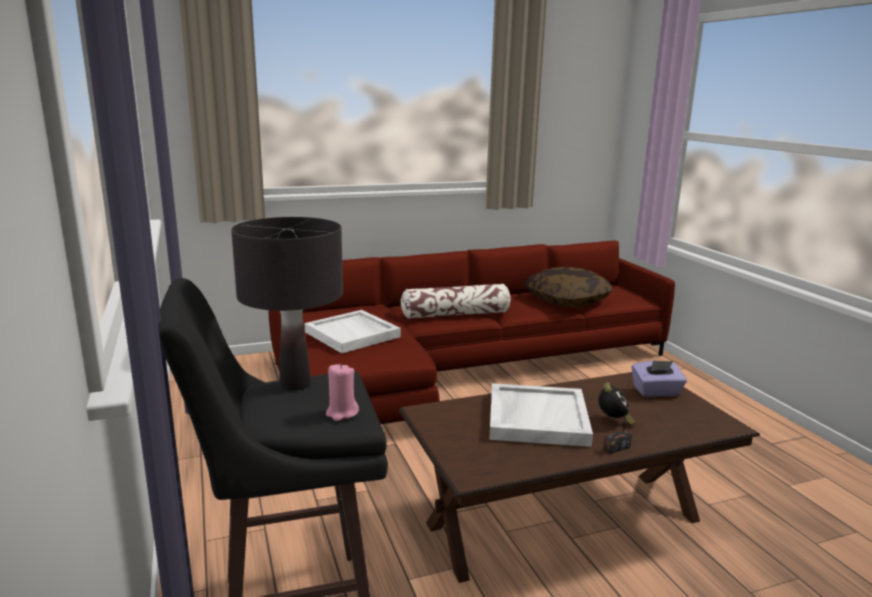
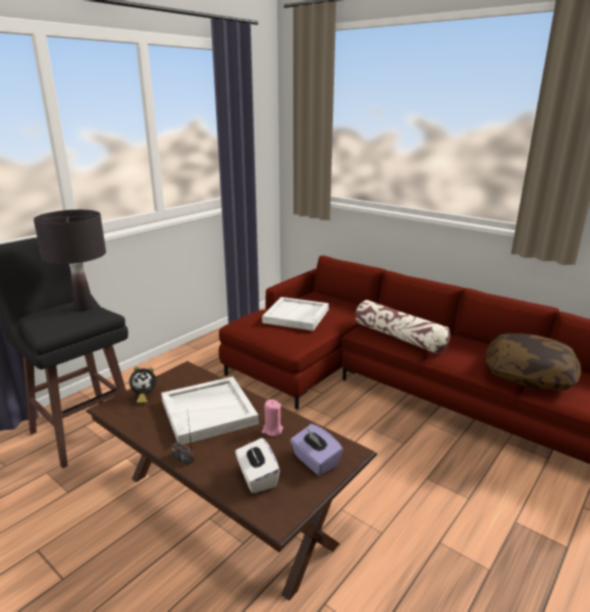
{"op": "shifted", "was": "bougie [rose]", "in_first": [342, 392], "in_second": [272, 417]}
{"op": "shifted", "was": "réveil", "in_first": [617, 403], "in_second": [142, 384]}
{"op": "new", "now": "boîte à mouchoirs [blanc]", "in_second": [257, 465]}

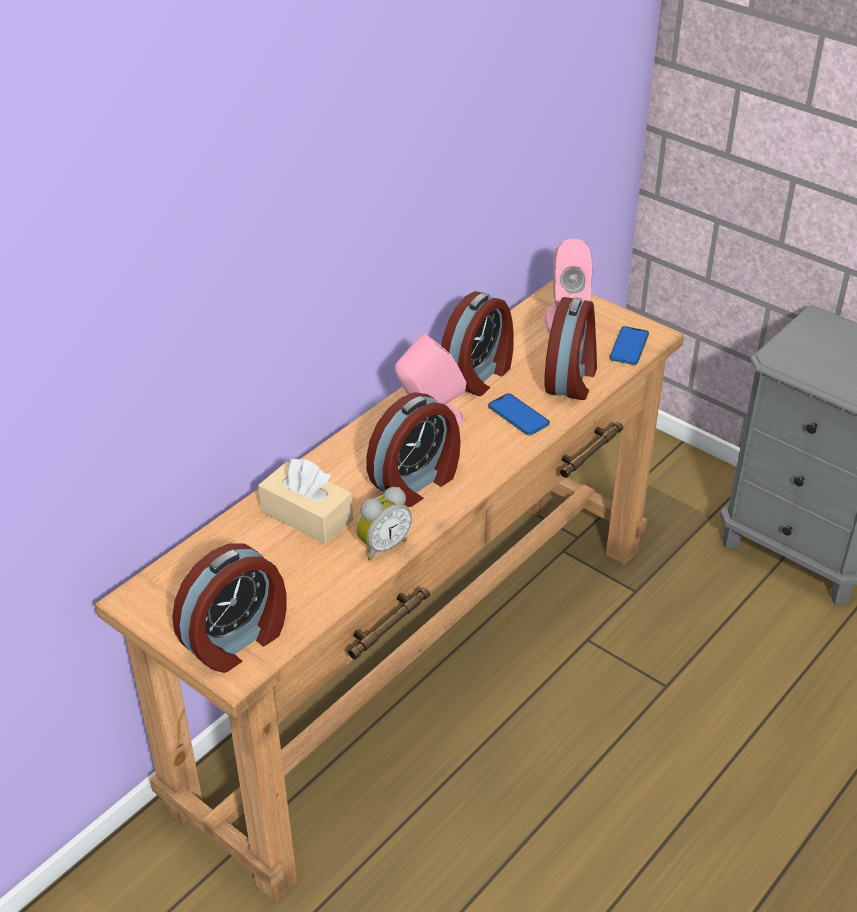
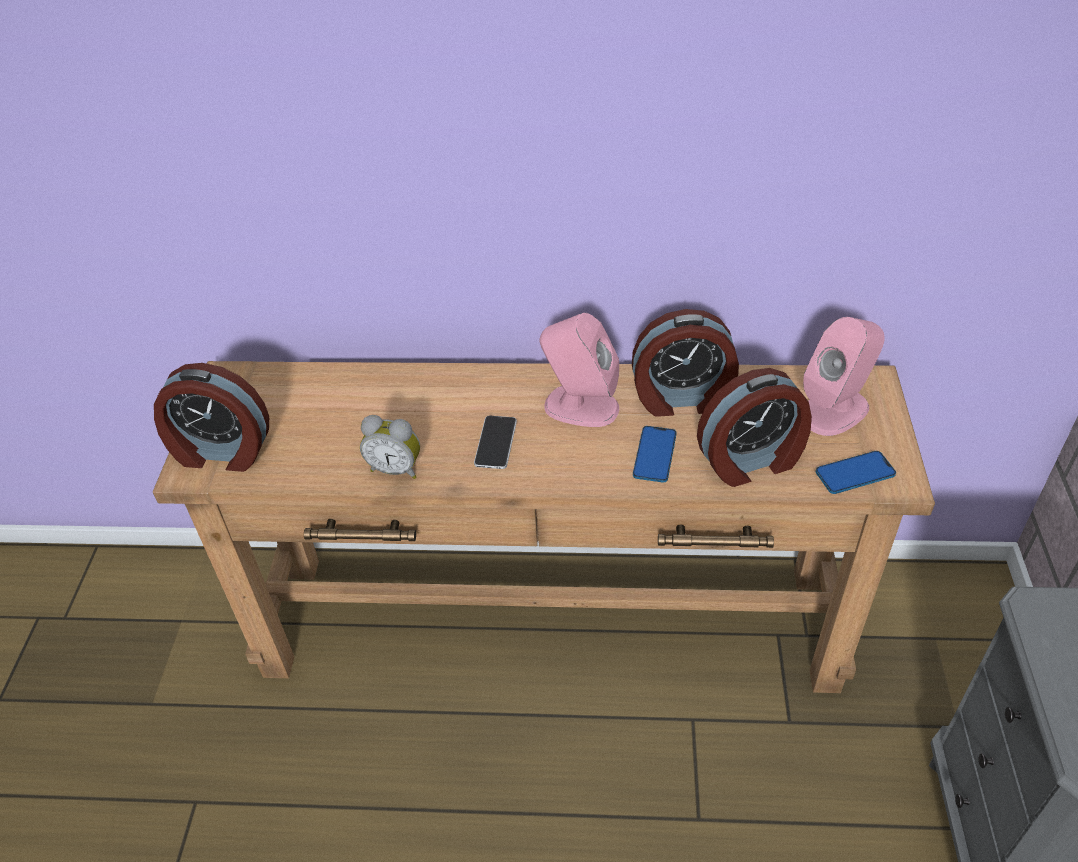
{"op": "gone", "was": "boîte à mouchoirs [beige]", "in_first": [305, 501]}
{"op": "swapped", "was": "réveil", "now": "téléphone", "in_first": [413, 449], "in_second": [495, 442]}

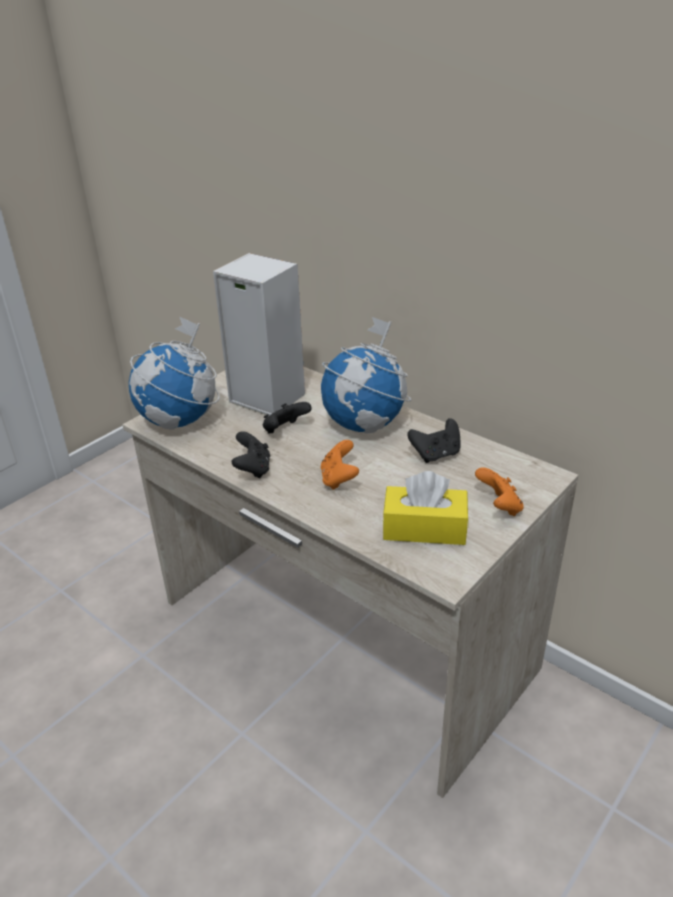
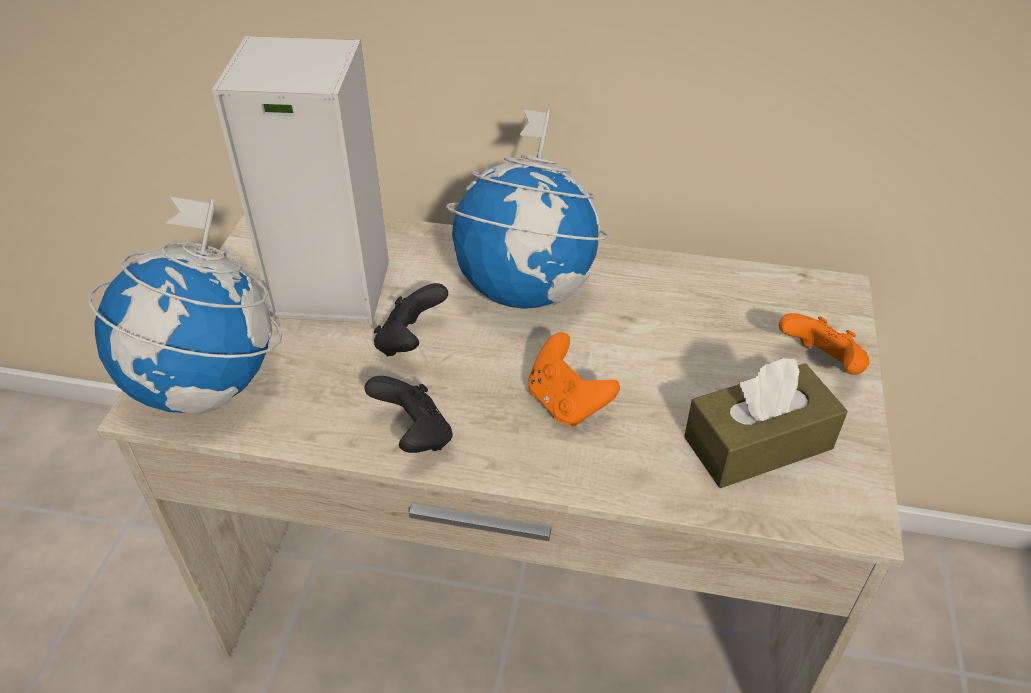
{"op": "repainted", "was": "boîte à mouchoirs [jaune]", "now": "boîte à mouchoirs [marron]", "in_first": [425, 508], "in_second": [766, 423]}
{"op": "gone", "was": "manette [noir]", "in_first": [434, 440]}

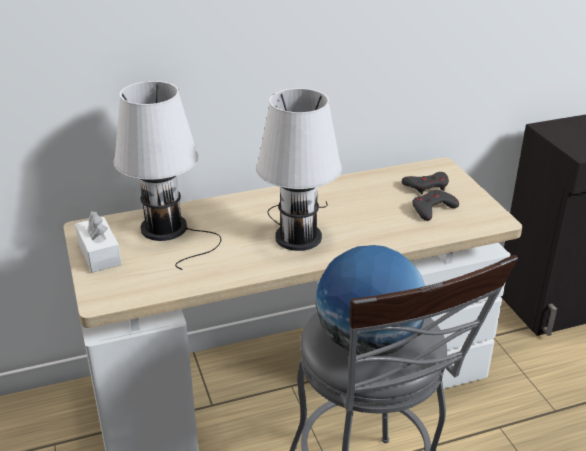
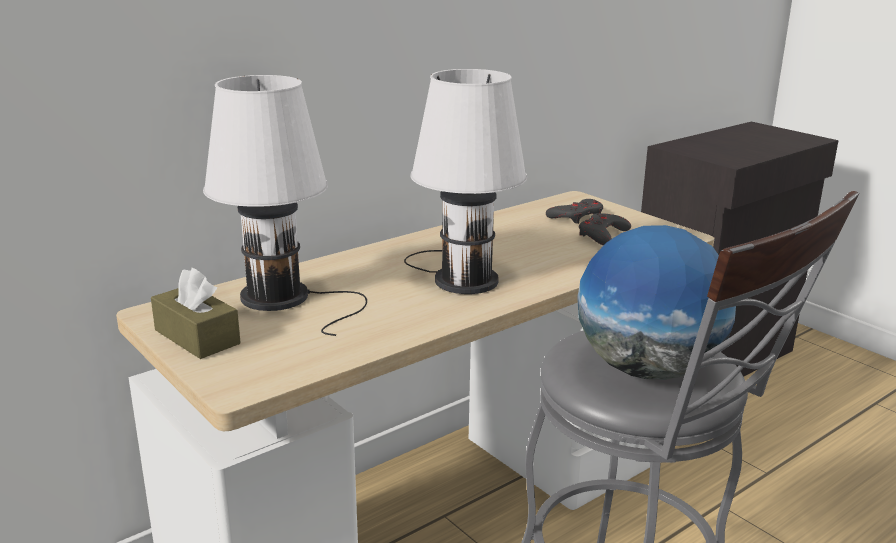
{"op": "repainted", "was": "boîte à mouchoirs [blanc]", "now": "boîte à mouchoirs [marron]", "in_first": [98, 241], "in_second": [196, 313]}

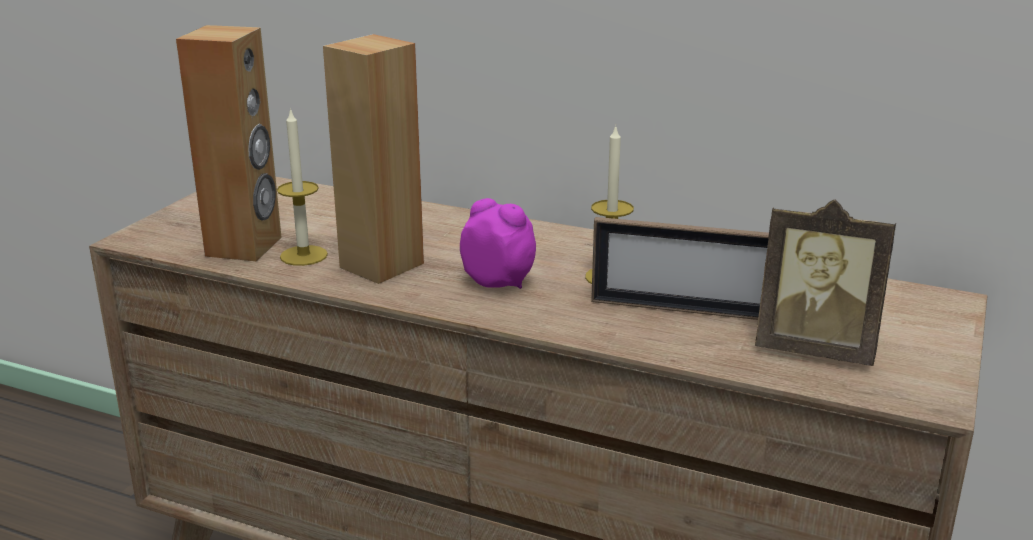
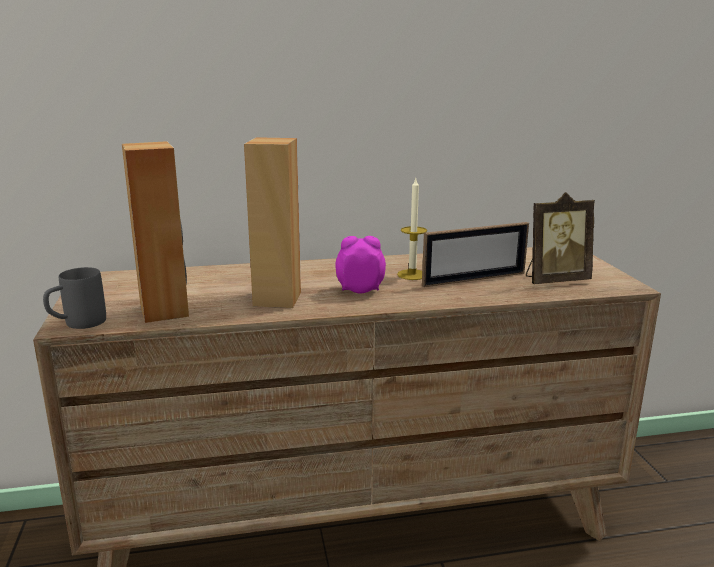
{"op": "gone", "was": "bougie", "in_first": [302, 187]}
{"op": "new", "now": "mug [gris]", "in_second": [74, 298]}

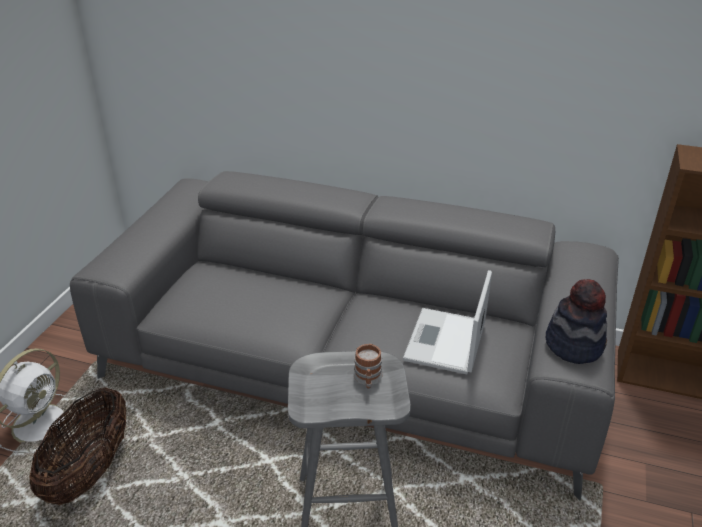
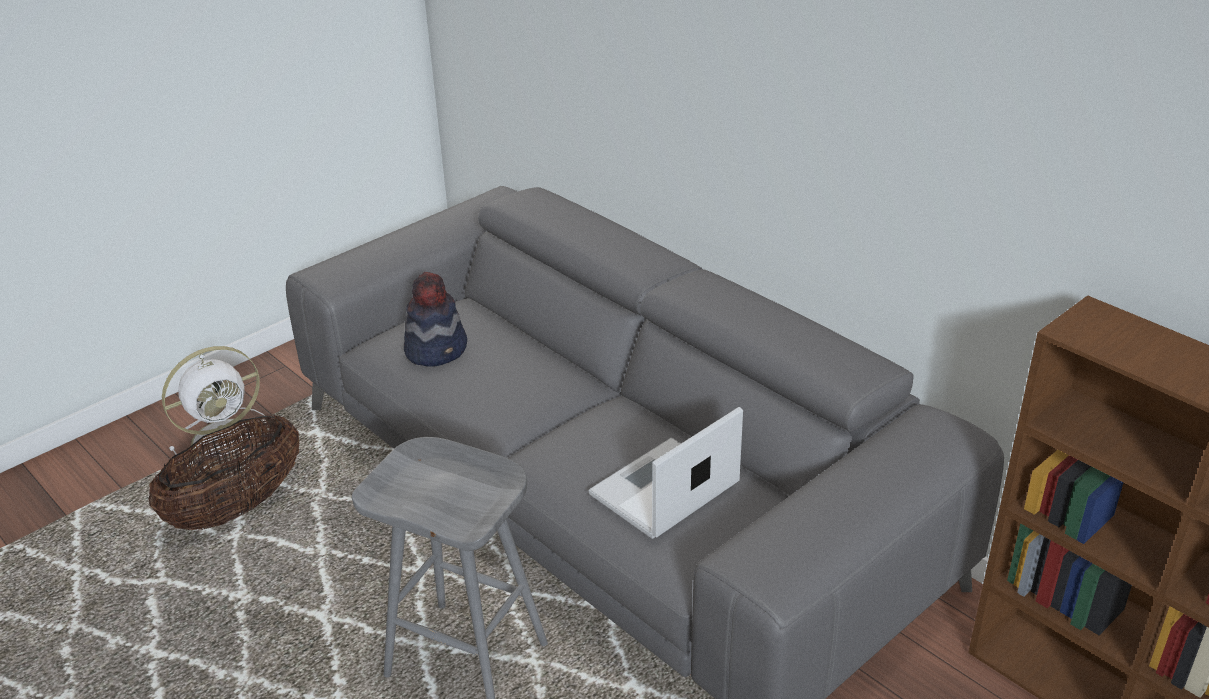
{"op": "gone", "was": "mug", "in_first": [368, 366]}
{"op": "shifted", "was": "chapeau", "in_first": [576, 321], "in_second": [435, 319]}

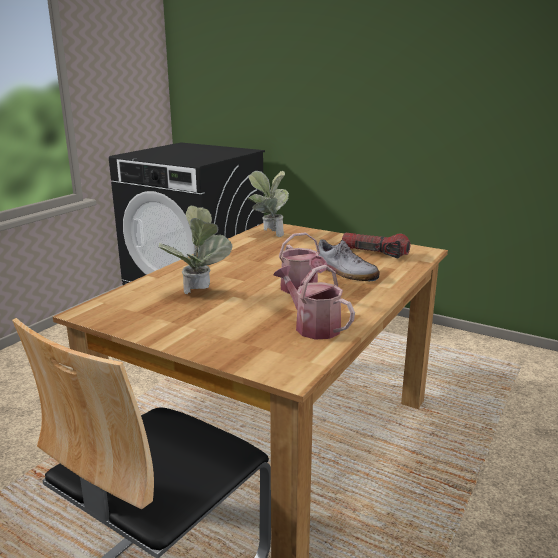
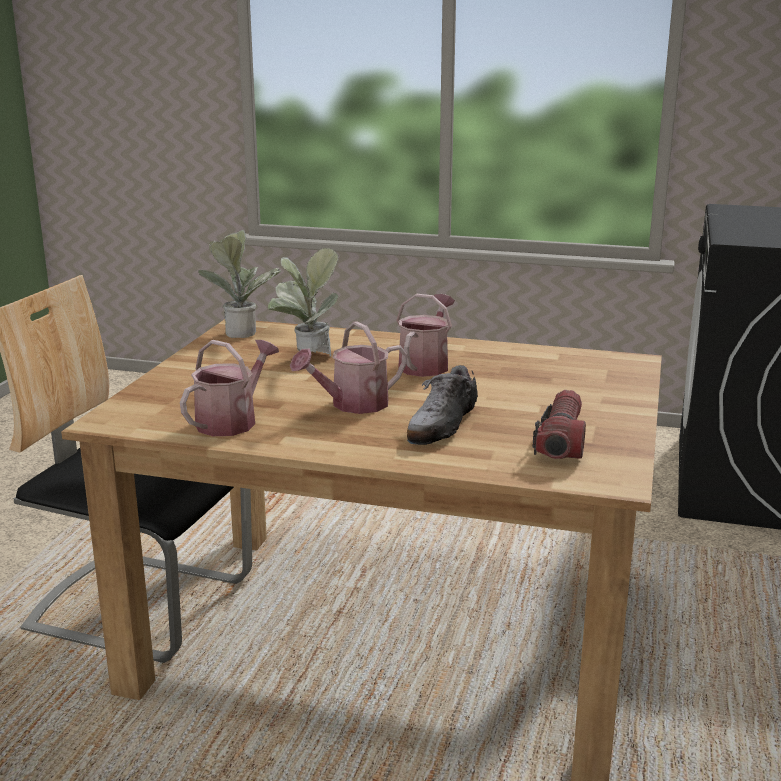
{"op": "shifted", "was": "plante en pot", "in_first": [268, 204], "in_second": [239, 284]}
{"op": "new", "now": "arrosoir", "in_second": [425, 335]}

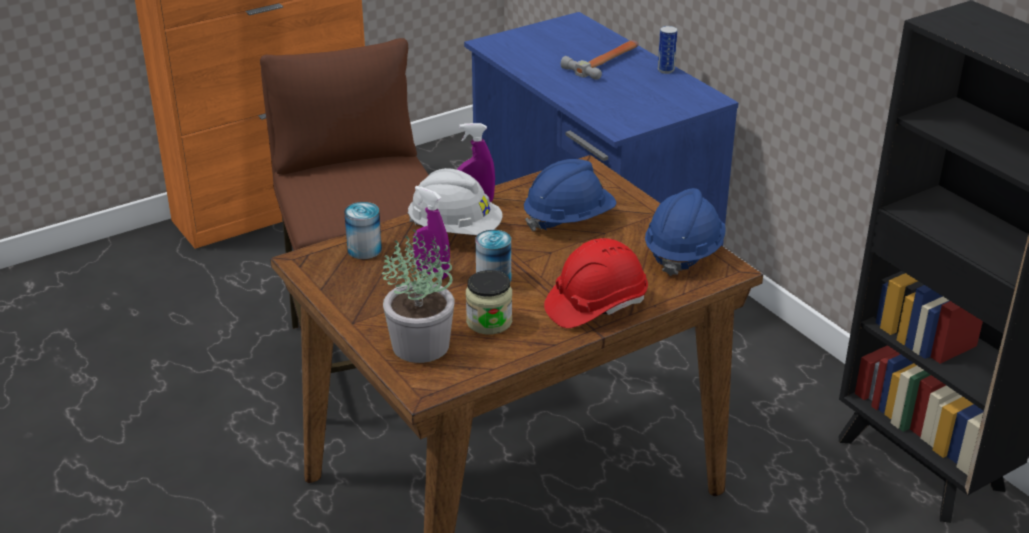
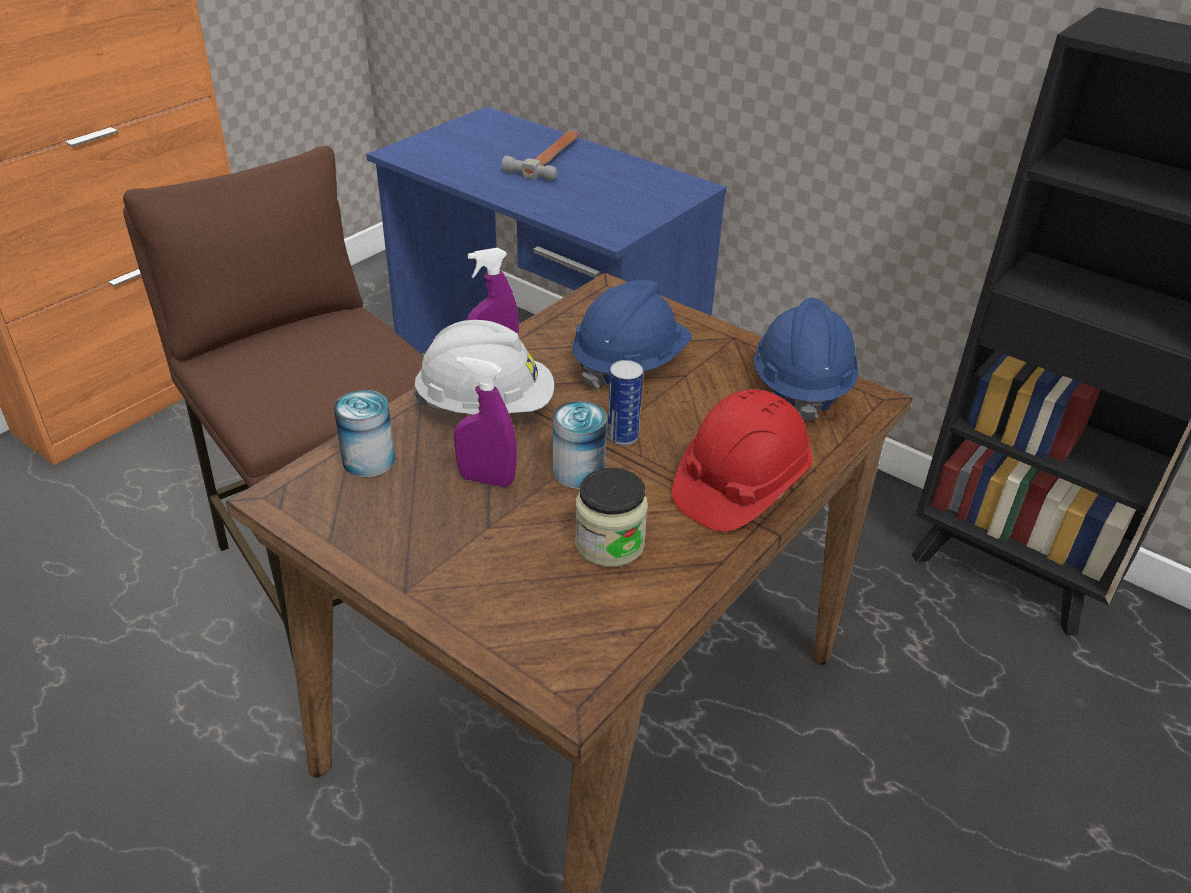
{"op": "gone", "was": "plante en pot", "in_first": [418, 296]}
{"op": "shifted", "was": "boîte métallique", "in_first": [667, 50], "in_second": [625, 403]}

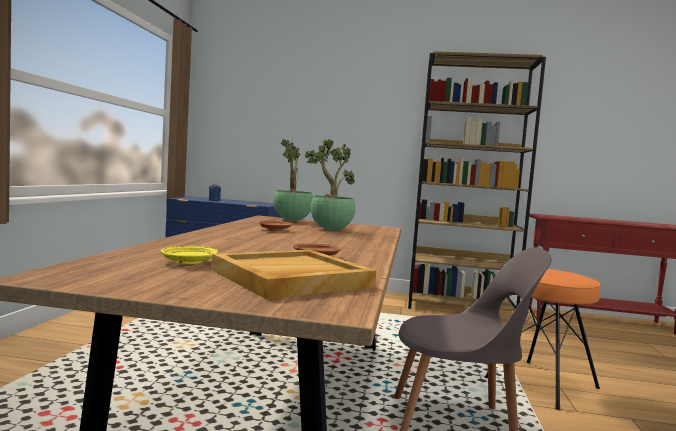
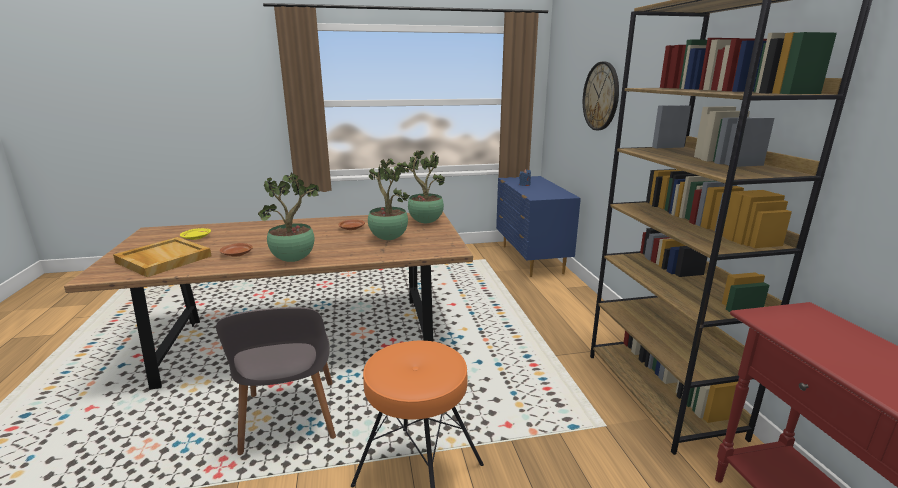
{"op": "new", "now": "plante en pot", "in_second": [288, 217]}
{"op": "new", "now": "horloge murale", "in_second": [601, 96]}

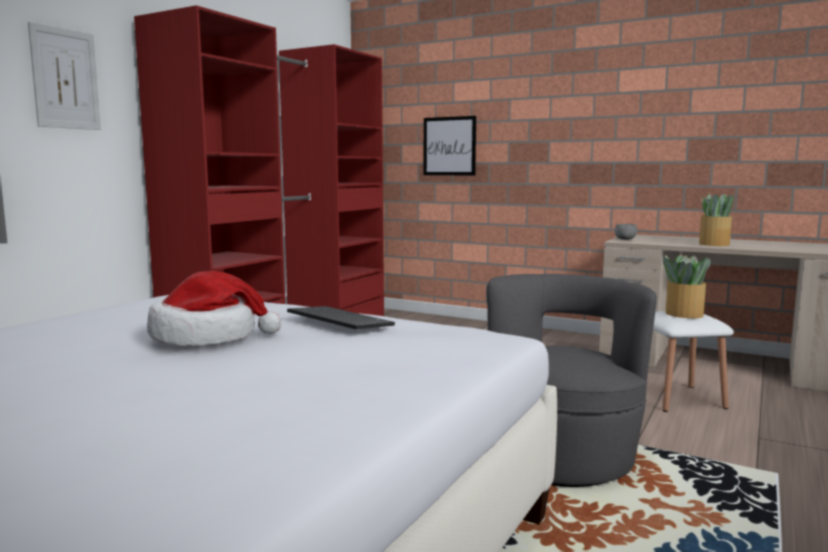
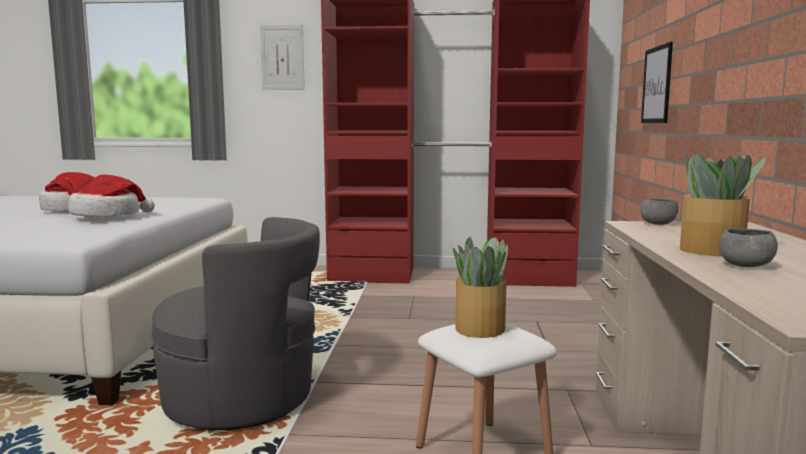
{"op": "swapped", "was": "clavier", "now": "chapeau", "in_first": [341, 317], "in_second": [111, 196]}
{"op": "new", "now": "bol [gris]", "in_second": [748, 247]}

